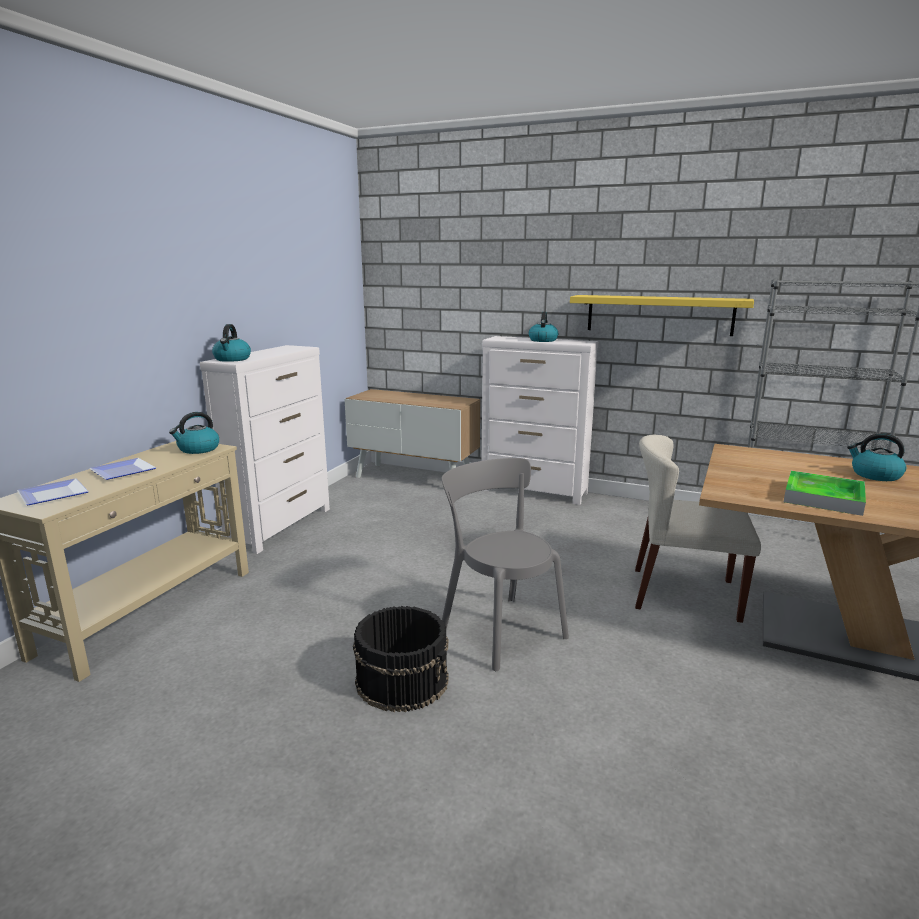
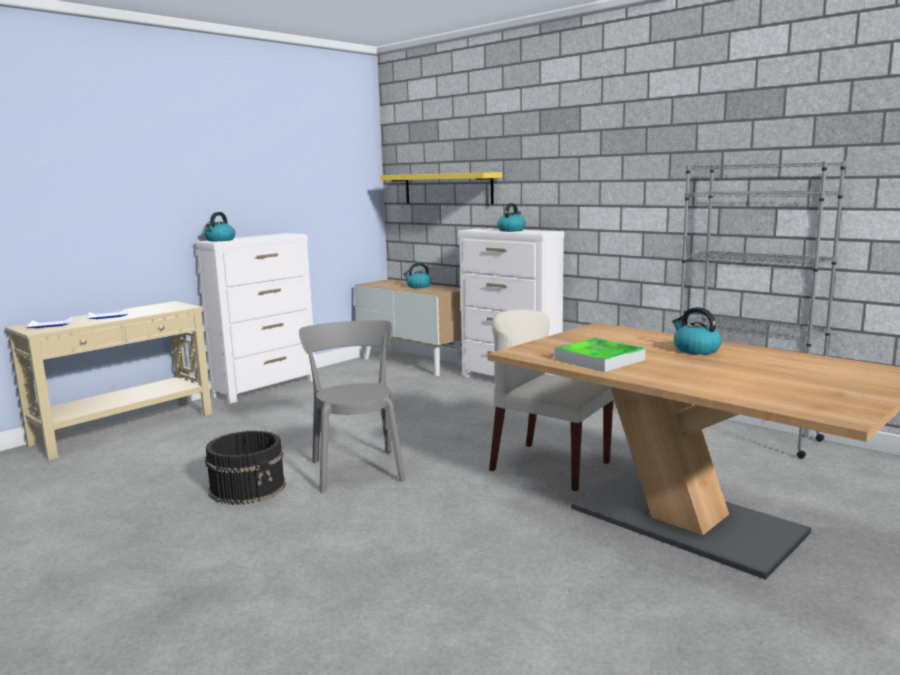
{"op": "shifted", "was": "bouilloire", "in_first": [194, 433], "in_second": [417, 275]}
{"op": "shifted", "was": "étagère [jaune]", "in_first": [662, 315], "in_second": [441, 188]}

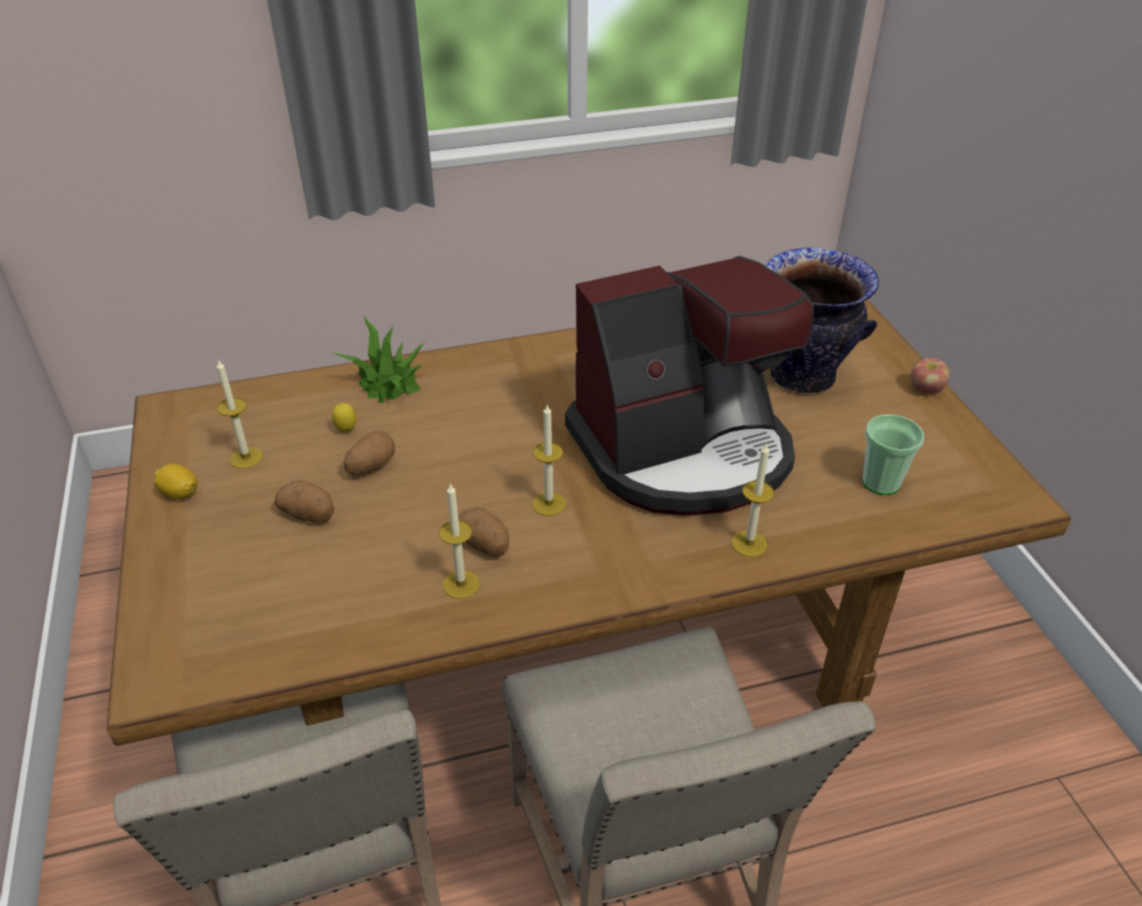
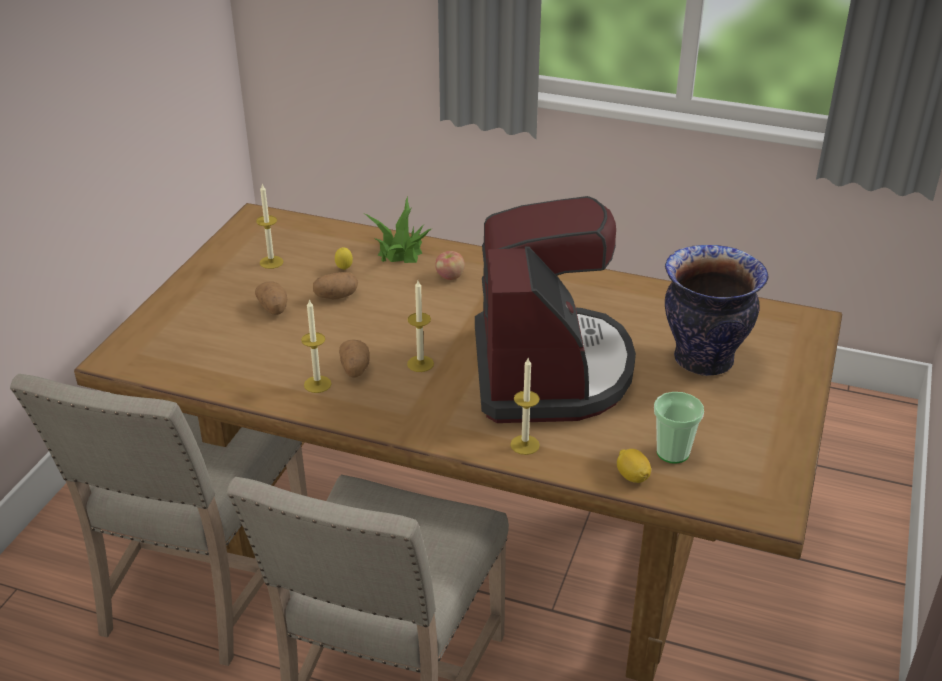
{"op": "shifted", "was": "citron", "in_first": [176, 481], "in_second": [634, 466]}
{"op": "rotated", "was": "machine à café", "in_first": [689, 386], "in_second": [555, 309], "clockwise": -105}
{"op": "shifted", "was": "pomme", "in_first": [930, 376], "in_second": [450, 265]}

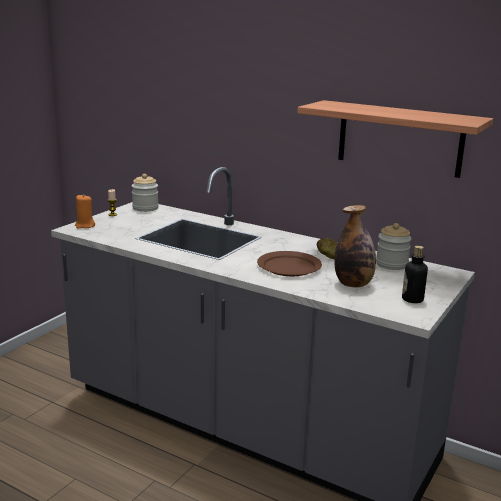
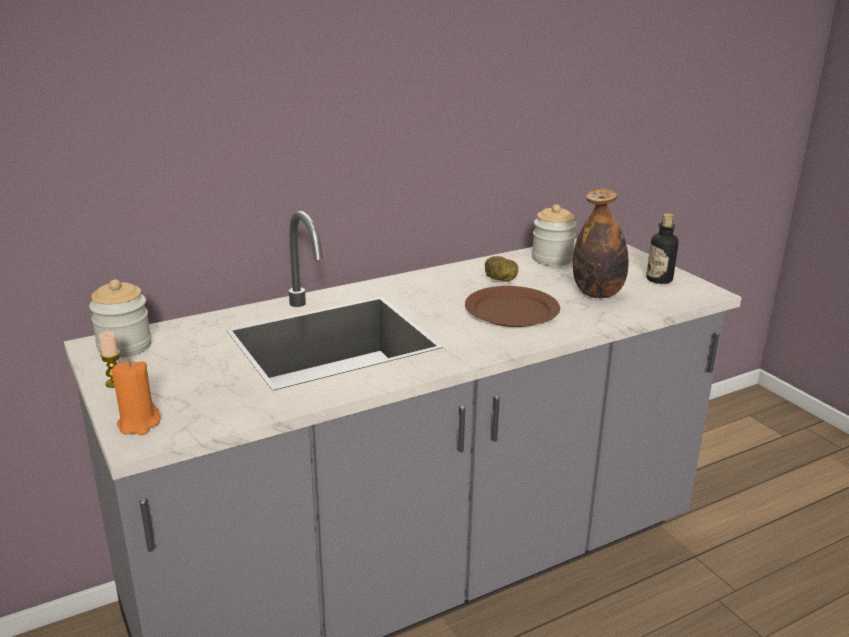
{"op": "gone", "was": "étagère", "in_first": [395, 139]}

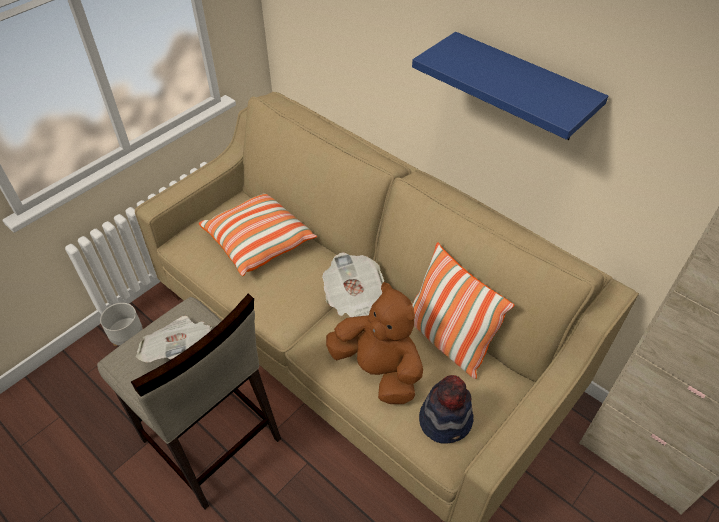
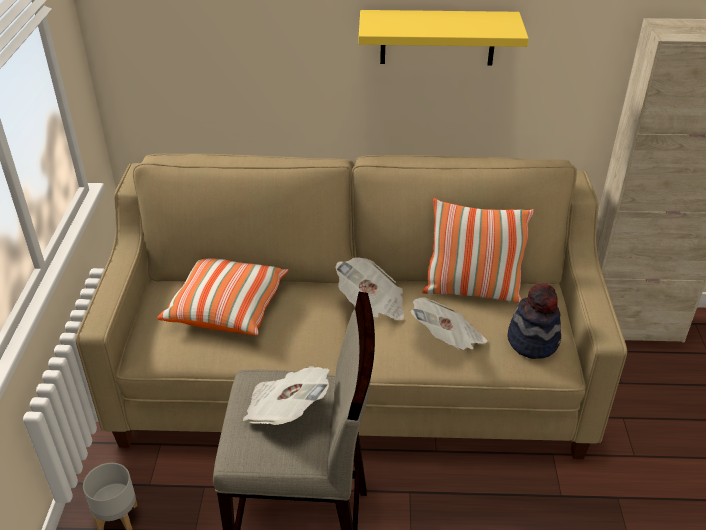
{"op": "swapped", "was": "peluche [marron]", "now": "journal", "in_first": [374, 343], "in_second": [448, 324]}
{"op": "repainted", "was": "étagère [bleu]", "now": "étagère [jaune]", "in_first": [510, 86], "in_second": [444, 38]}

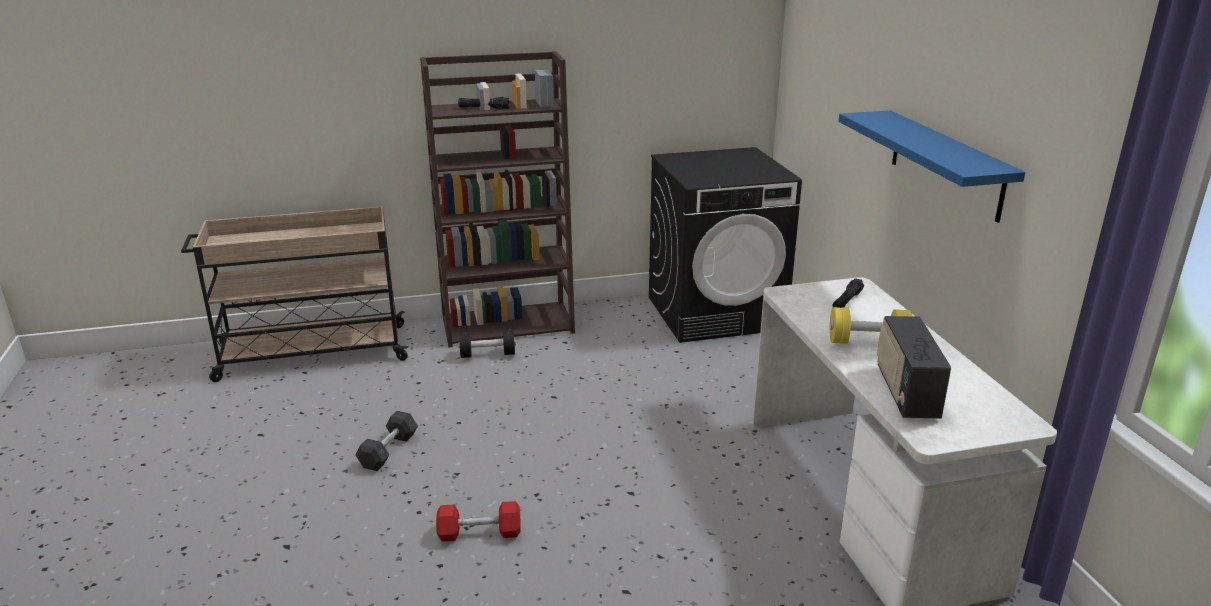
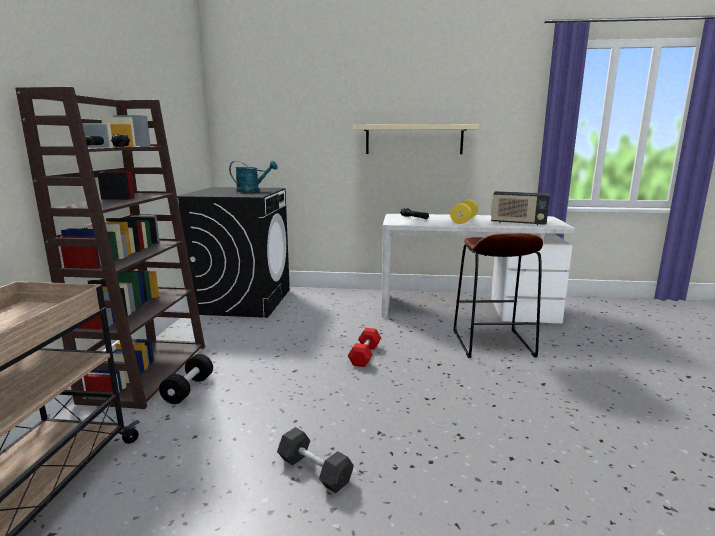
{"op": "shifted", "was": "haltère [rouge]", "in_first": [478, 521], "in_second": [364, 347]}
{"op": "repainted", "was": "étagère [bleu]", "now": "étagère [beige]", "in_first": [932, 166], "in_second": [415, 139]}
{"op": "new", "now": "arrosoir [turquoise]", "in_second": [253, 176]}
{"op": "new", "now": "tabouret [marron]", "in_second": [498, 295]}

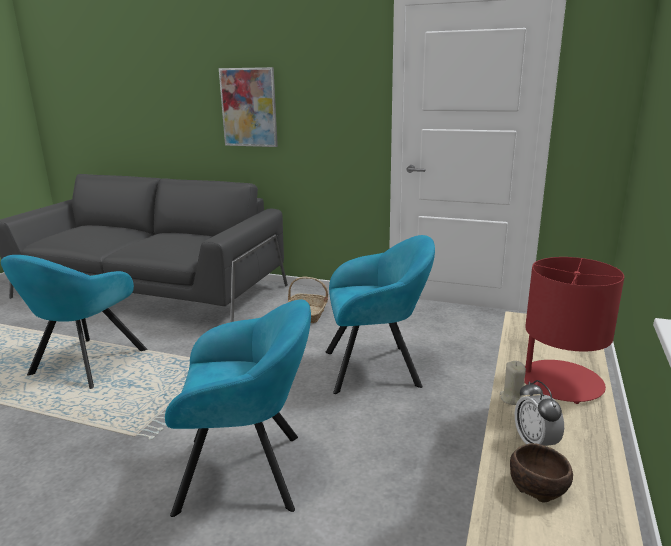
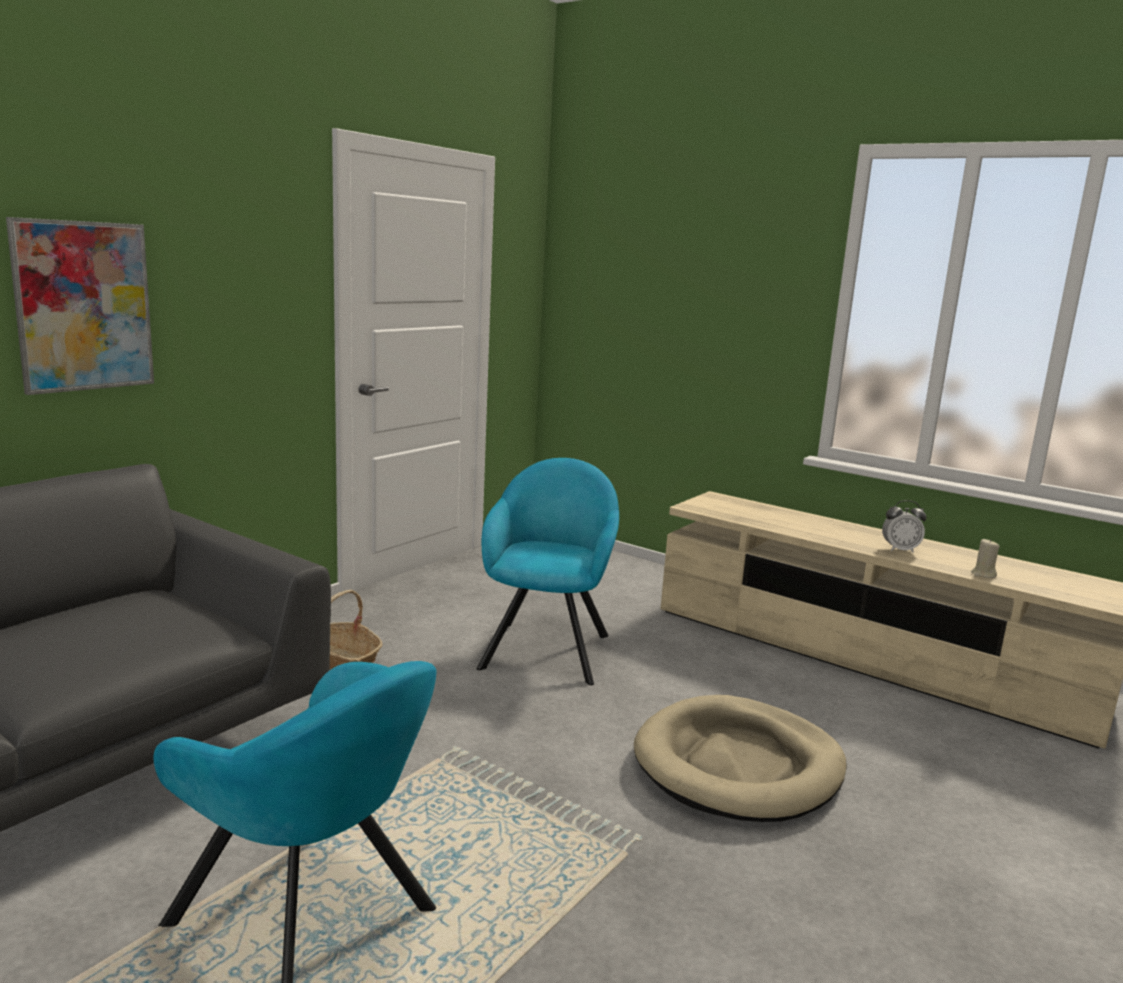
{"op": "swapped", "was": "fauteuil [turquoise]", "now": "panier pour chien [beige]", "in_first": [238, 408], "in_second": [740, 758]}
{"op": "shifted", "was": "bougie [beige]", "in_first": [513, 383], "in_second": [985, 558]}
{"op": "gone", "was": "bol [marron]", "in_first": [541, 472]}
{"op": "gone", "was": "lampe de table [rouge]", "in_first": [574, 330]}

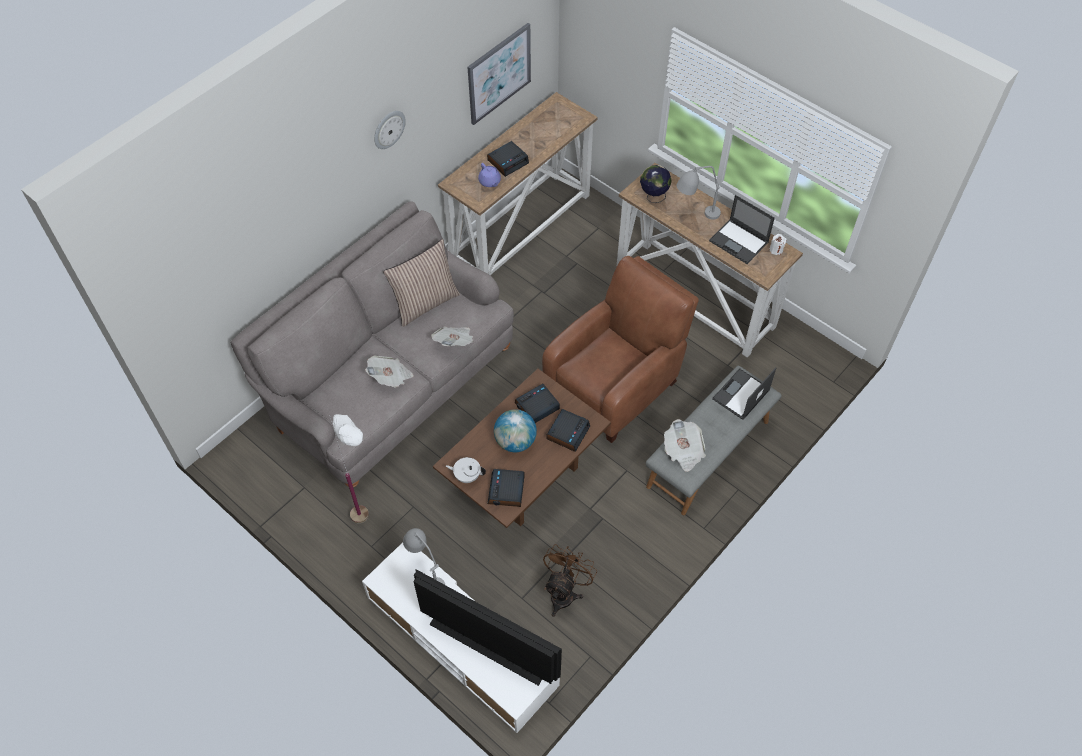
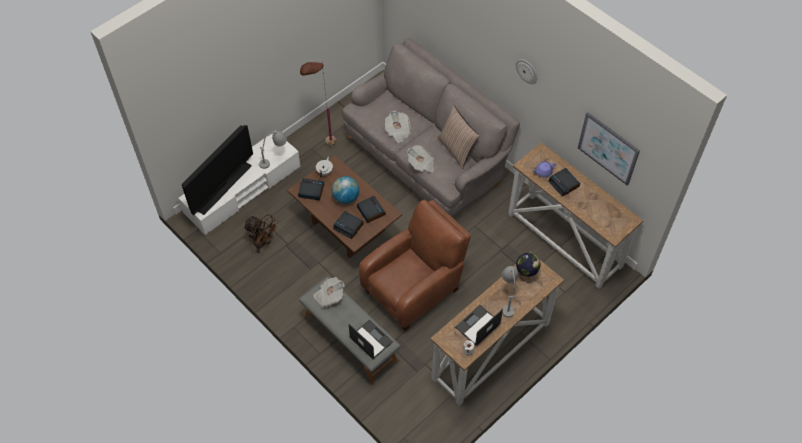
{"op": "repainted", "was": "lampadaire [blanc]", "now": "lampadaire [marron]", "in_first": [349, 468], "in_second": [318, 104]}
{"op": "rotated", "was": "fauteuil [marron]", "in_first": [620, 349], "in_second": [415, 265], "clockwise": -90}

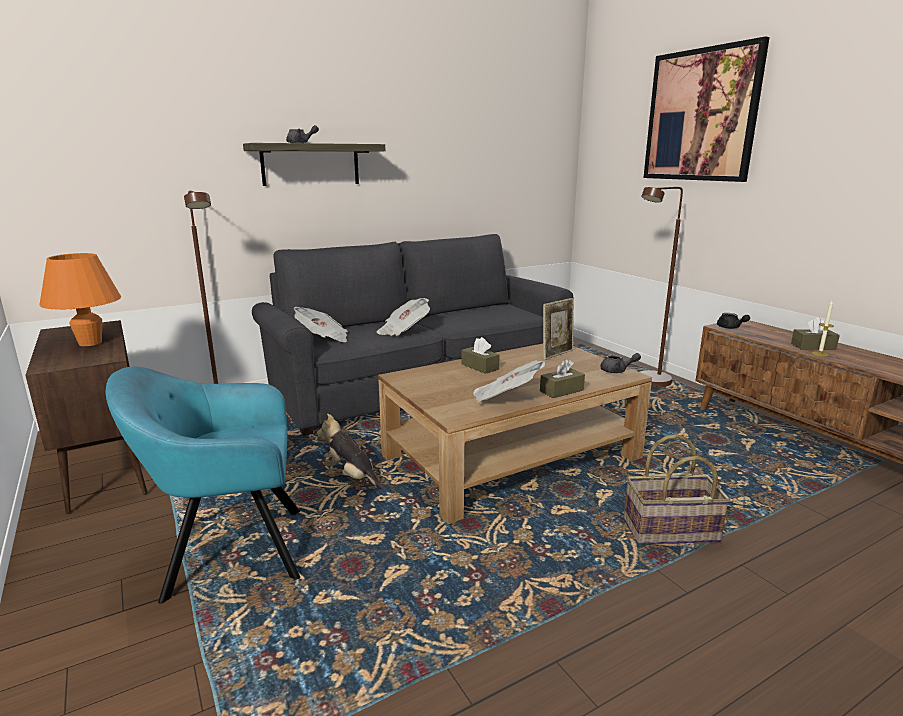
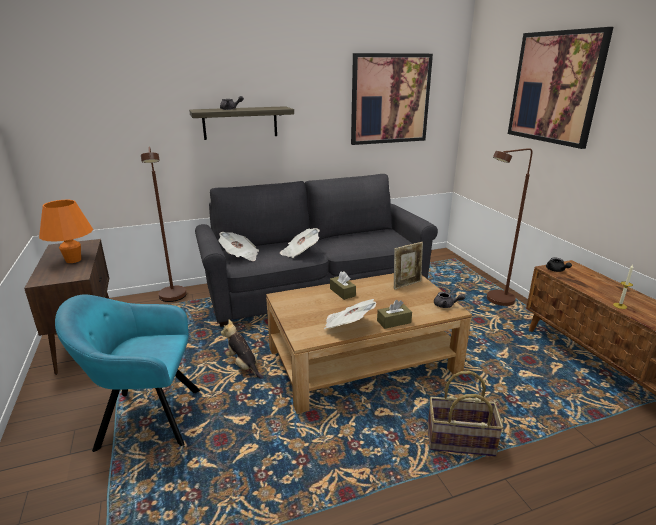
{"op": "gone", "was": "boîte à mouchoirs [marron]", "in_first": [815, 333]}
{"op": "new", "now": "tableau", "in_second": [392, 99]}

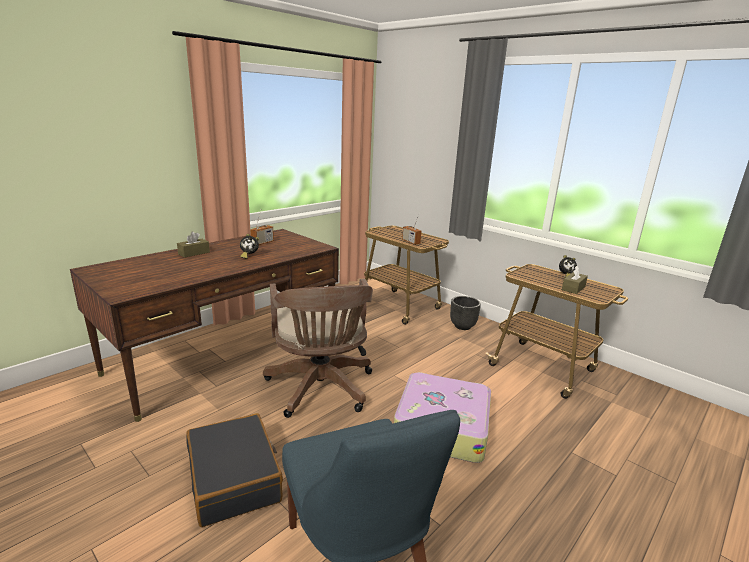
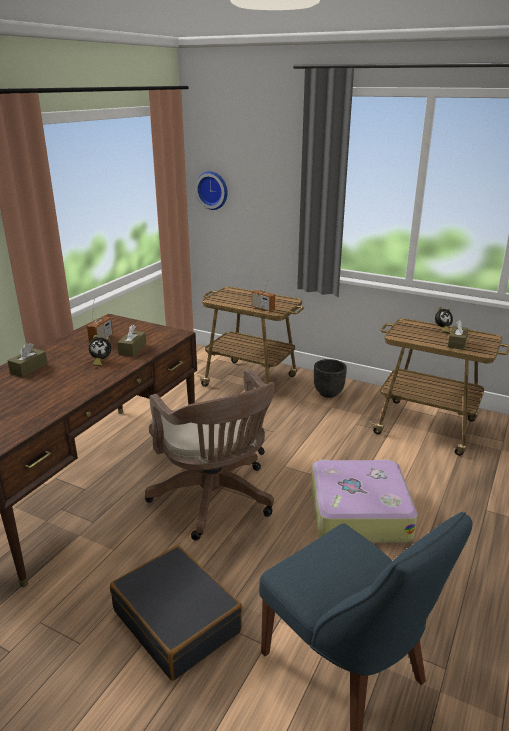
{"op": "new", "now": "boîte à mouchoirs [marron]", "in_second": [131, 341]}
{"op": "new", "now": "horloge murale", "in_second": [211, 190]}

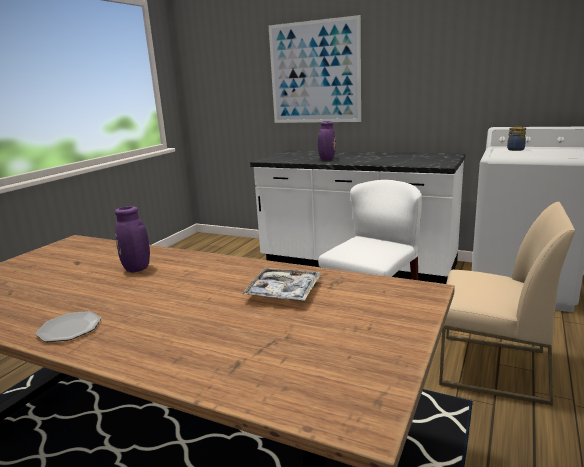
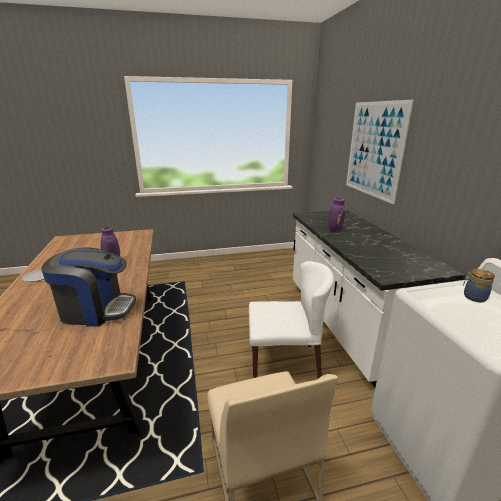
{"op": "swapped", "was": "plateau", "now": "machine à café", "in_first": [281, 284], "in_second": [89, 287]}

